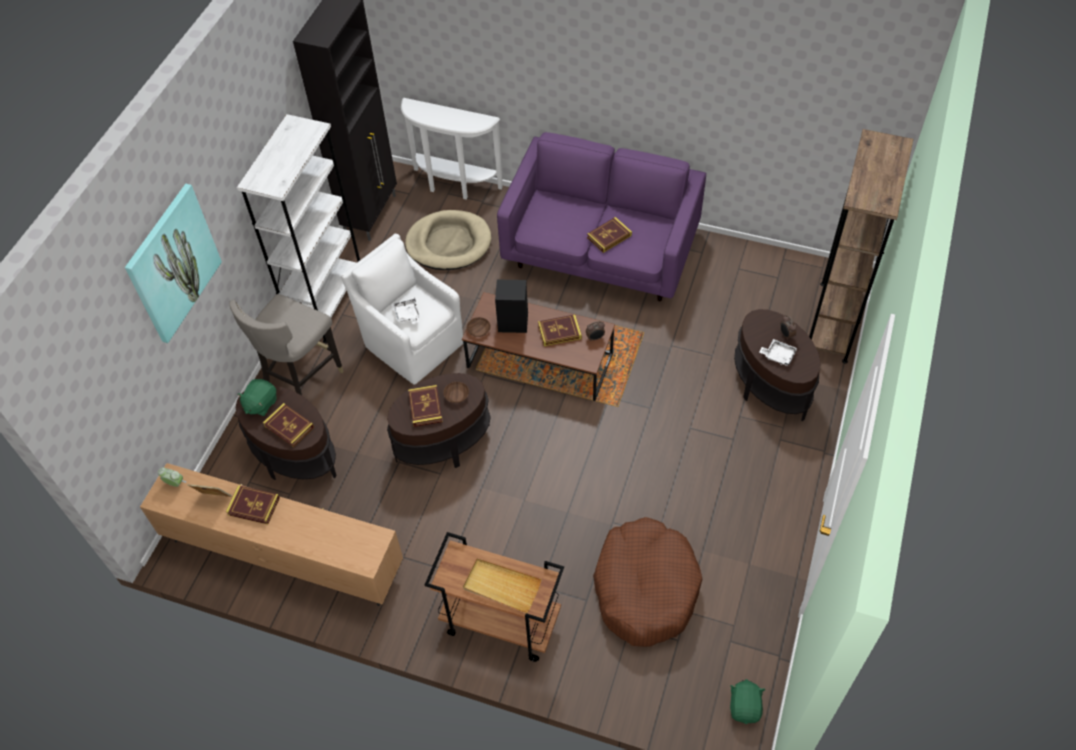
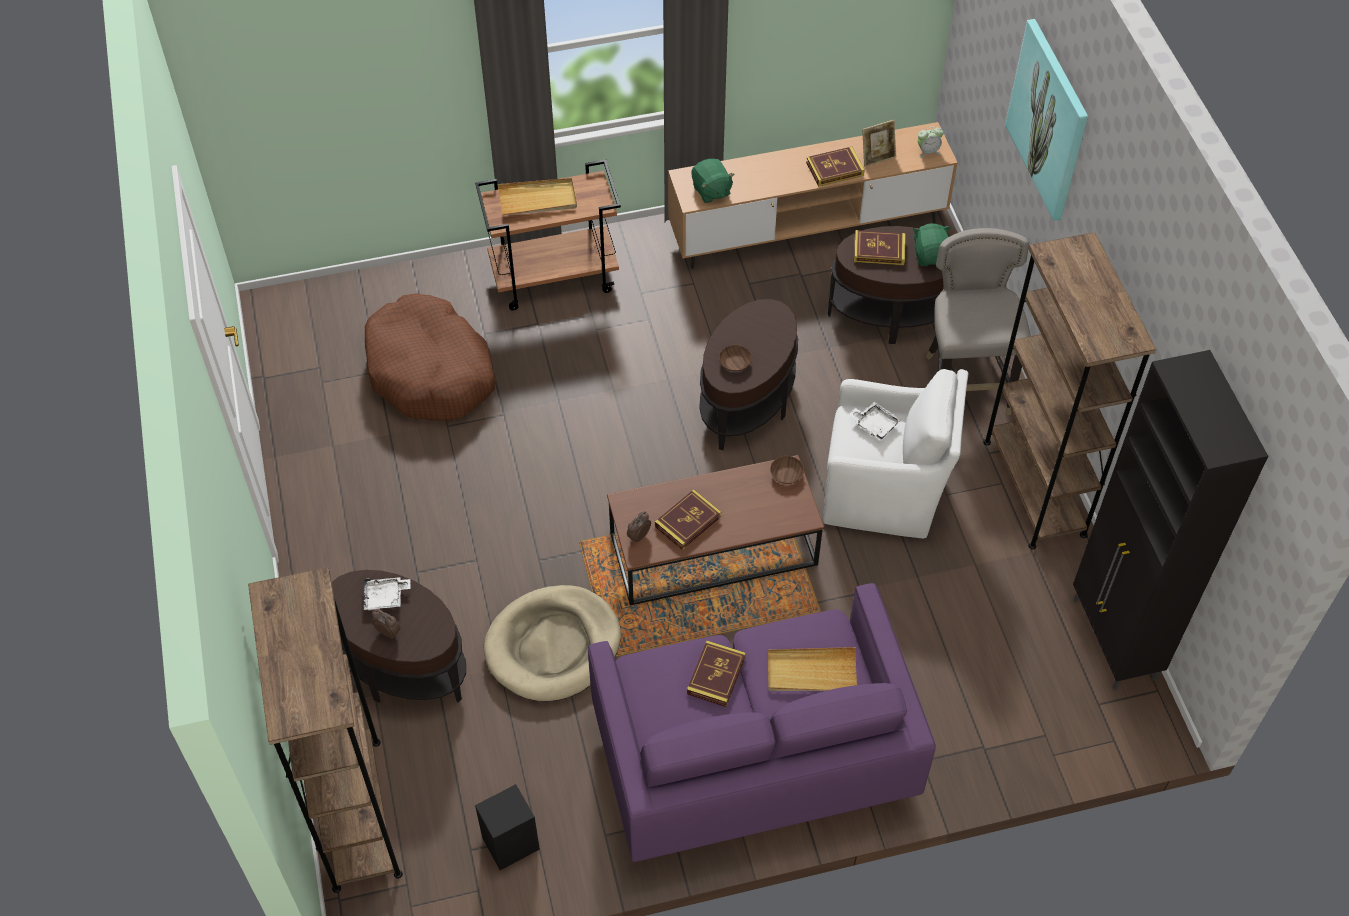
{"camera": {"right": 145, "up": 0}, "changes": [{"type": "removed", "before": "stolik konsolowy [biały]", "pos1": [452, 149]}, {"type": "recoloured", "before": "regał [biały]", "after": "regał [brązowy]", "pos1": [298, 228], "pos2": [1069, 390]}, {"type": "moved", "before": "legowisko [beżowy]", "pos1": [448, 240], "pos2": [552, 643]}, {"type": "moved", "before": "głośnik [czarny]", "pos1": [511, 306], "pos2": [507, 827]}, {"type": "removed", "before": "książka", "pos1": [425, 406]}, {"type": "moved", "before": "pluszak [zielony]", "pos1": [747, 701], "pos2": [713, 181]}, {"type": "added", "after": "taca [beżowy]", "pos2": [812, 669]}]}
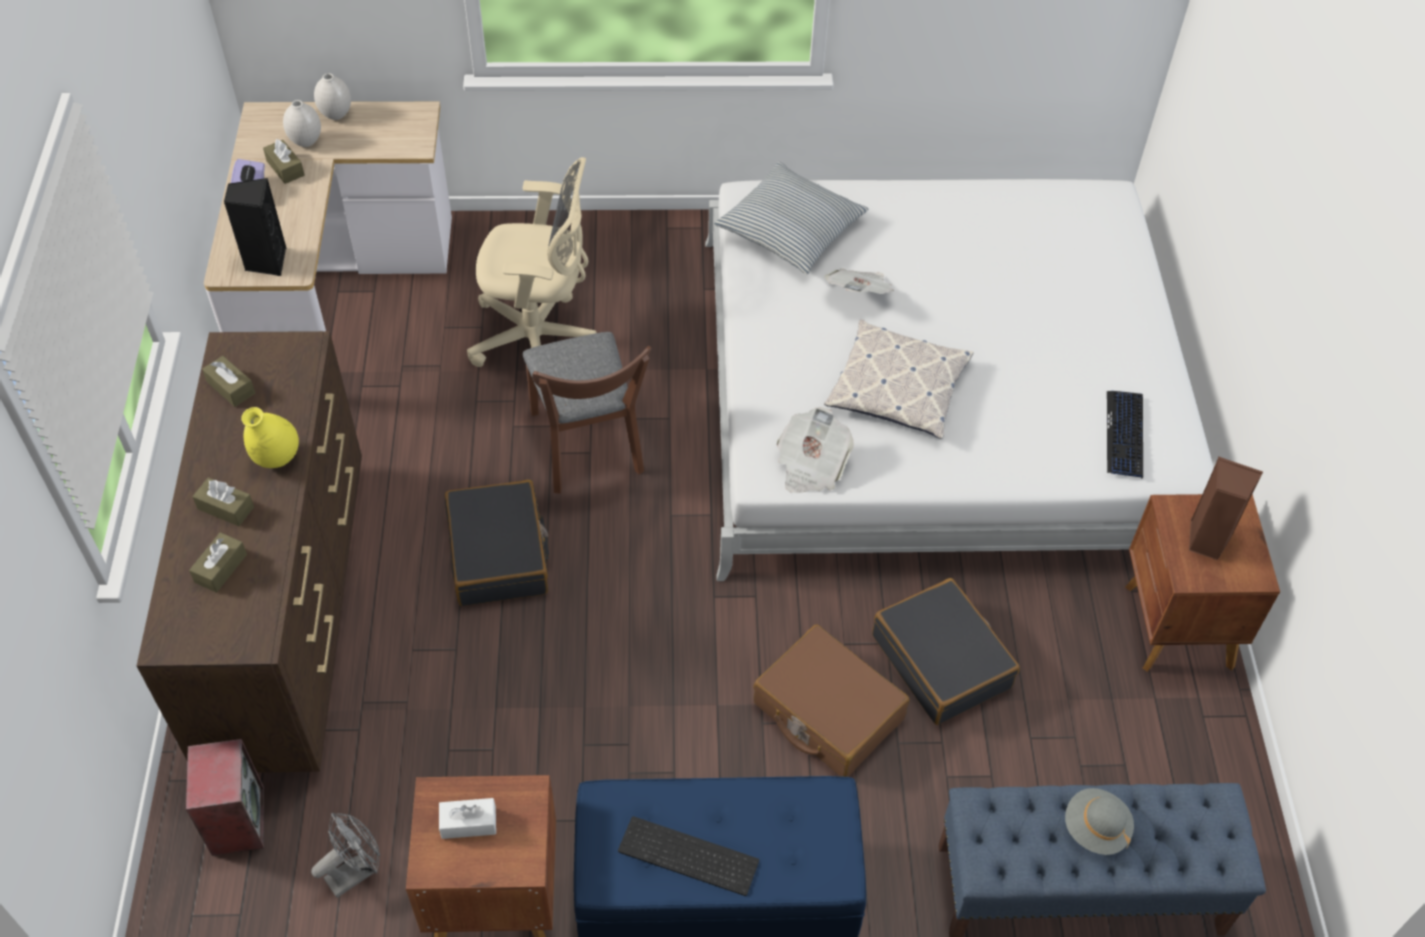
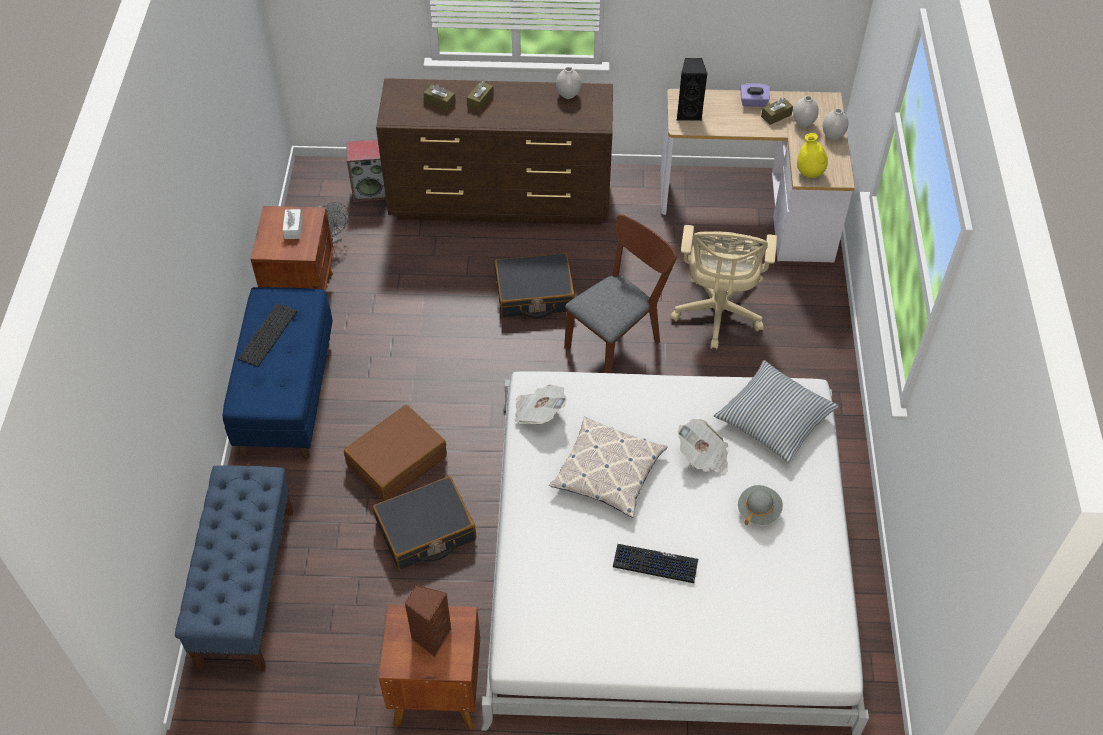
{"camera": {"right": 95, "up": 0}, "changes": [{"type": "turned", "before": "krzesło [brązowy]", "pos1": [587, 413], "pos2": [620, 293], "turn": 150}, {"type": "replaced", "before": "pudełko chusteczek [brązowy]", "after": "wazon [biały]", "pos1": [228, 381], "pos2": [568, 83]}, {"type": "moved", "before": "klawiatura", "pos1": [1125, 435], "pos2": [655, 563]}, {"type": "moved", "before": "wazon [żółty]", "pos1": [270, 437], "pos2": [812, 155]}, {"type": "moved", "before": "kapelusz [szary]", "pos1": [1099, 821], "pos2": [760, 505]}]}
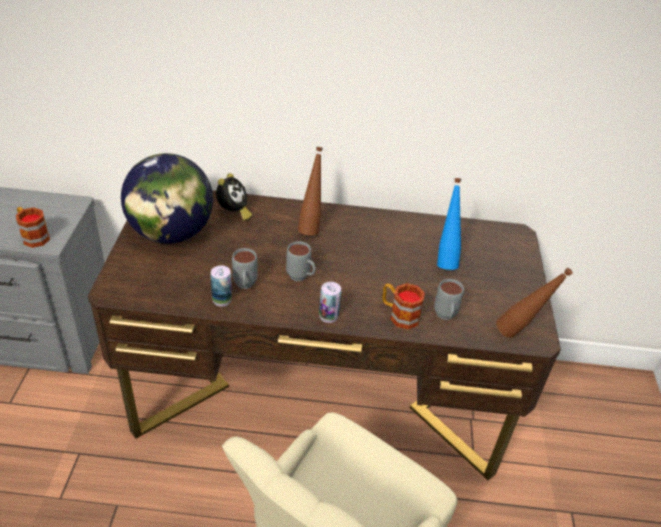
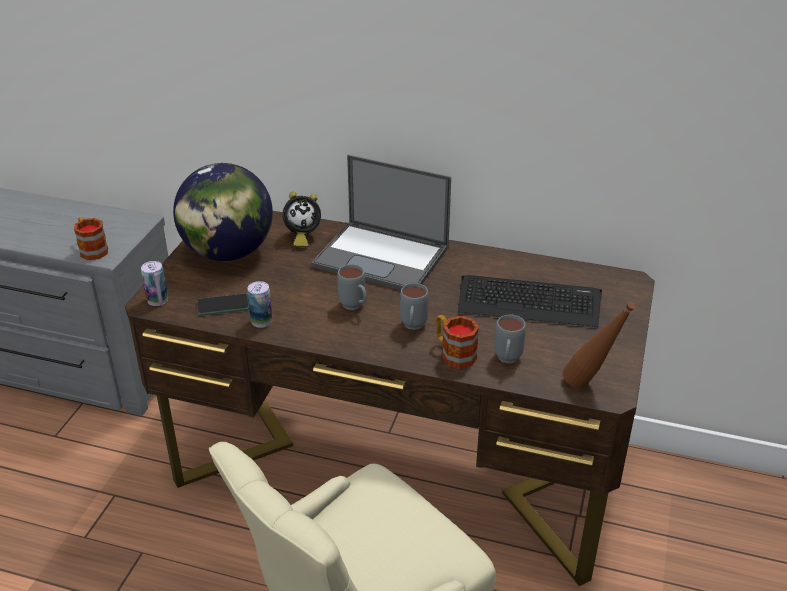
{"camera": {"right": 15, "up": -5}, "changes": [{"type": "replaced", "before": "butelka [brązowy]", "after": "laptop", "pos1": [310, 191], "pos2": [381, 222]}, {"type": "turned", "before": "budzik", "pos1": [234, 197], "pos2": [302, 219], "turn": 45}, {"type": "replaced", "before": "butelka [niebieski]", "after": "klawiatura", "pos1": [449, 224], "pos2": [530, 301]}, {"type": "moved", "before": "kubek [szary]", "pos1": [244, 268], "pos2": [414, 306]}, {"type": "moved", "before": "puszka", "pos1": [330, 302], "pos2": [154, 283]}, {"type": "added", "after": "telefon", "pos2": [223, 304]}]}
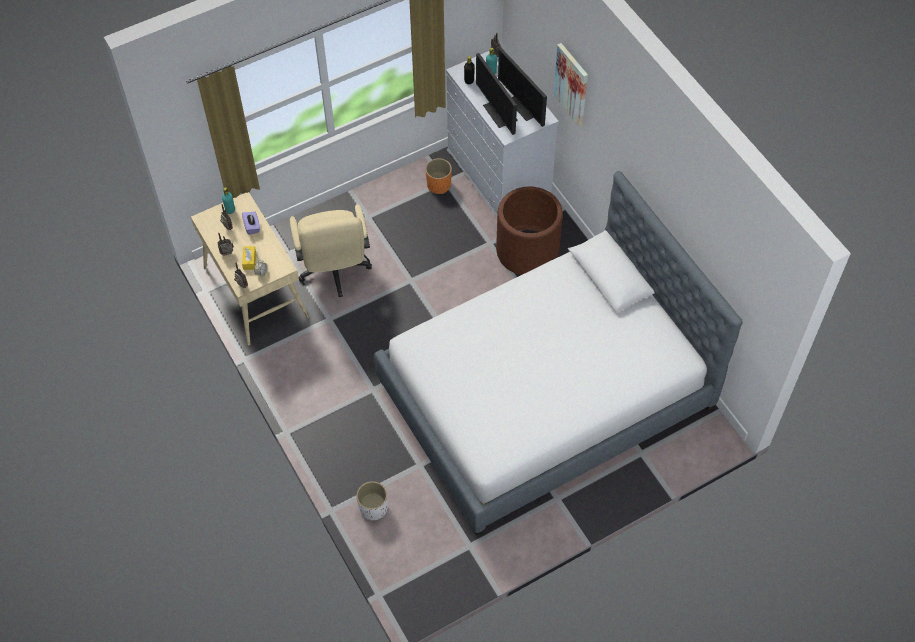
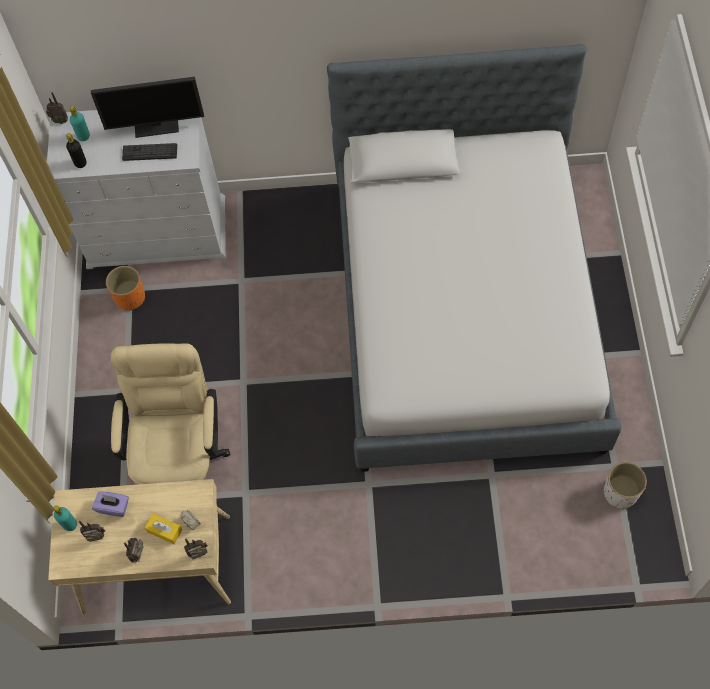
{"camera": {"right": -60, "up": 5}, "changes": [{"type": "removed", "before": "obraz", "pos1": [570, 84]}, {"type": "replaced", "before": "monitor", "after": "klawiatura", "pos1": [497, 94], "pos2": [149, 152]}, {"type": "removed", "before": "donica [brązowy]", "pos1": [529, 231]}, {"type": "turned", "before": "krzesło biurowe [beżowy]", "pos1": [331, 250], "pos2": [170, 414], "turn": -105}, {"type": "moved", "before": "donica [biały]", "pos1": [371, 500], "pos2": [625, 485]}]}
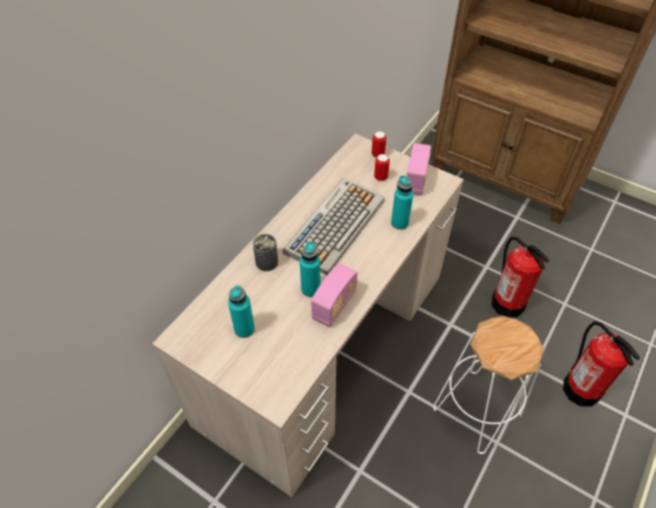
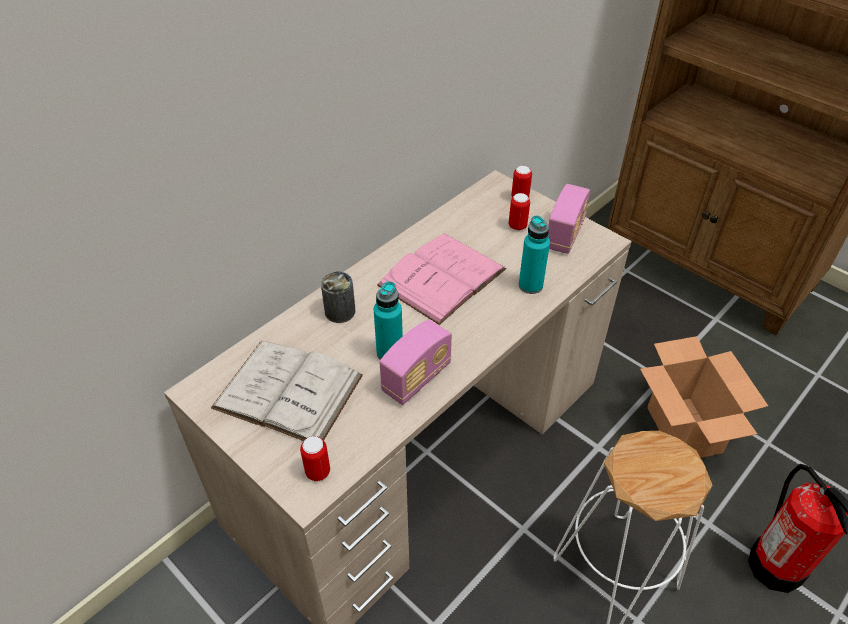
{"camera": {"right": 10, "up": -5}, "changes": [{"type": "replaced", "before": "klawiatura", "after": "książka [różowy]", "pos1": [334, 226], "pos2": [441, 279]}, {"type": "replaced", "before": "gaśnica", "after": "karton", "pos1": [520, 277], "pos2": [704, 397]}, {"type": "replaced", "before": "butelka [turkusowy]", "after": "książka [biały]", "pos1": [241, 311], "pos2": [287, 391]}, {"type": "added", "after": "puszka", "pos2": [315, 458]}]}
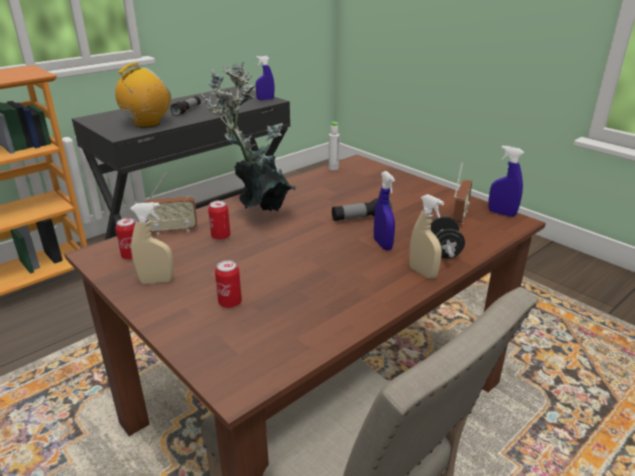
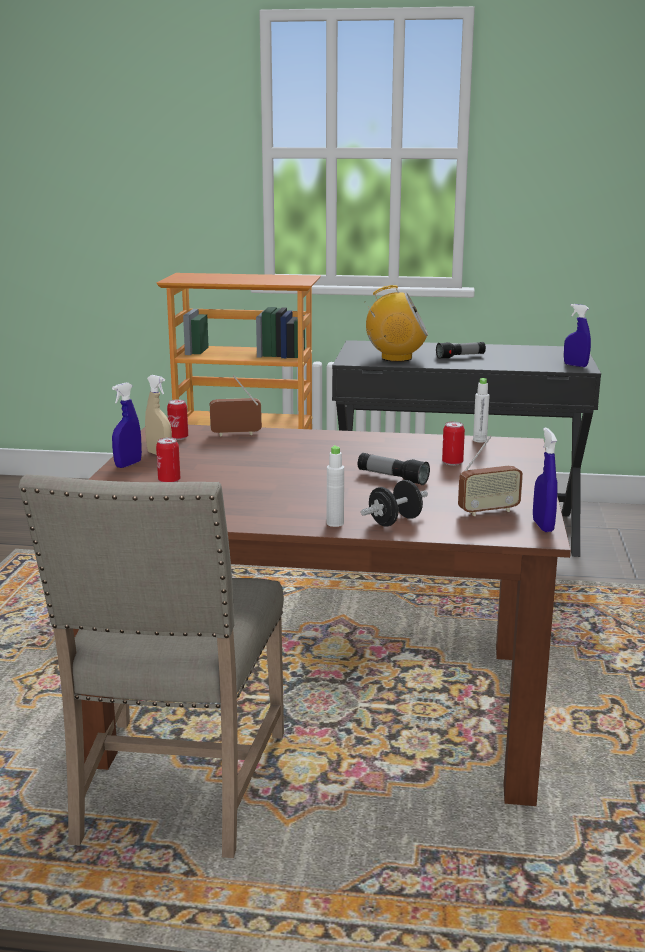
{"camera": {"right": 50, "up": -10}, "changes": [{"type": "removed", "before": "roślina doniczkowa", "pos1": [248, 136]}, {"type": "moved", "before": "spryskiwacz [niebieski]", "pos1": [384, 210], "pos2": [127, 425]}, {"type": "turned", "before": "radio", "pos1": [170, 204], "pos2": [236, 405], "turn": 135}, {"type": "replaced", "before": "spryskiwacz [beżowy]", "after": "butelka [biały]", "pos1": [426, 236], "pos2": [335, 486]}, {"type": "moved", "before": "puszka", "pos1": [219, 220], "pos2": [453, 444]}]}
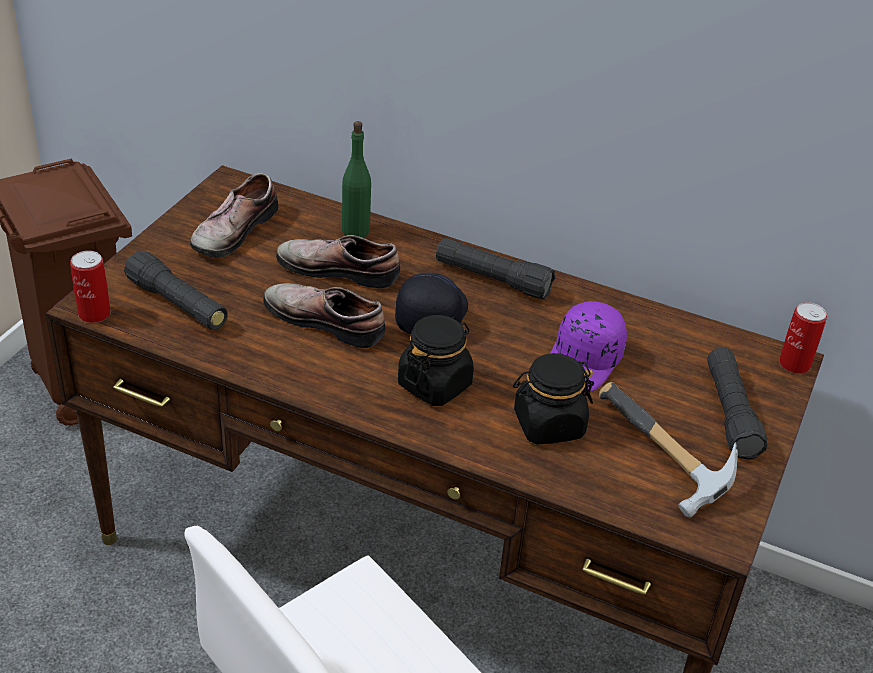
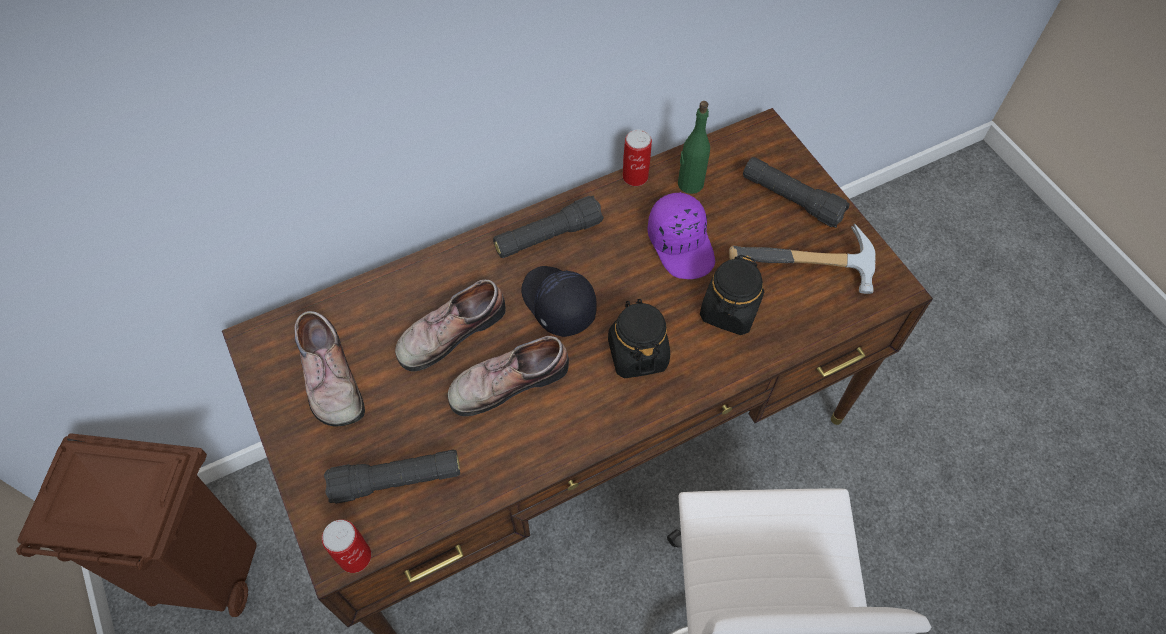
{"camera": {"right": -50, "up": 20}, "changes": [{"type": "moved", "before": "butelka [zielony]", "pos1": [356, 179], "pos2": [694, 147]}, {"type": "moved", "before": "puszka", "pos1": [803, 338], "pos2": [637, 158]}]}
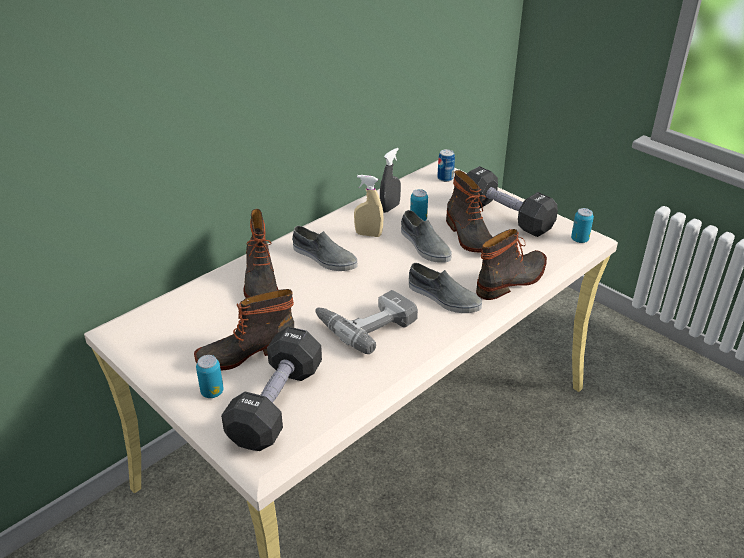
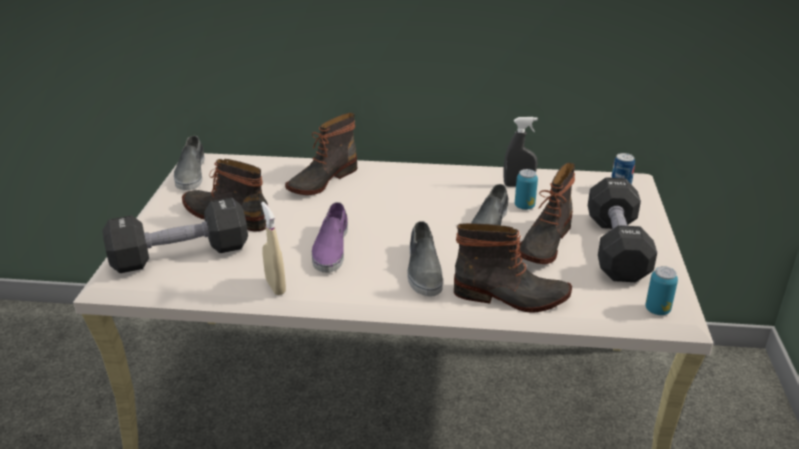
{"camera": {"right": 50, "up": -5}, "changes": [{"type": "moved", "before": "spryskiwacz [beżowy]", "pos1": [368, 206], "pos2": [273, 248]}, {"type": "moved", "before": "but [szary]", "pos1": [324, 248], "pos2": [189, 163]}, {"type": "replaced", "before": "wiertarka", "after": "but [fioletowy]", "pos1": [366, 322], "pos2": [330, 237]}, {"type": "removed", "before": "puszka", "pos1": [210, 376]}]}
